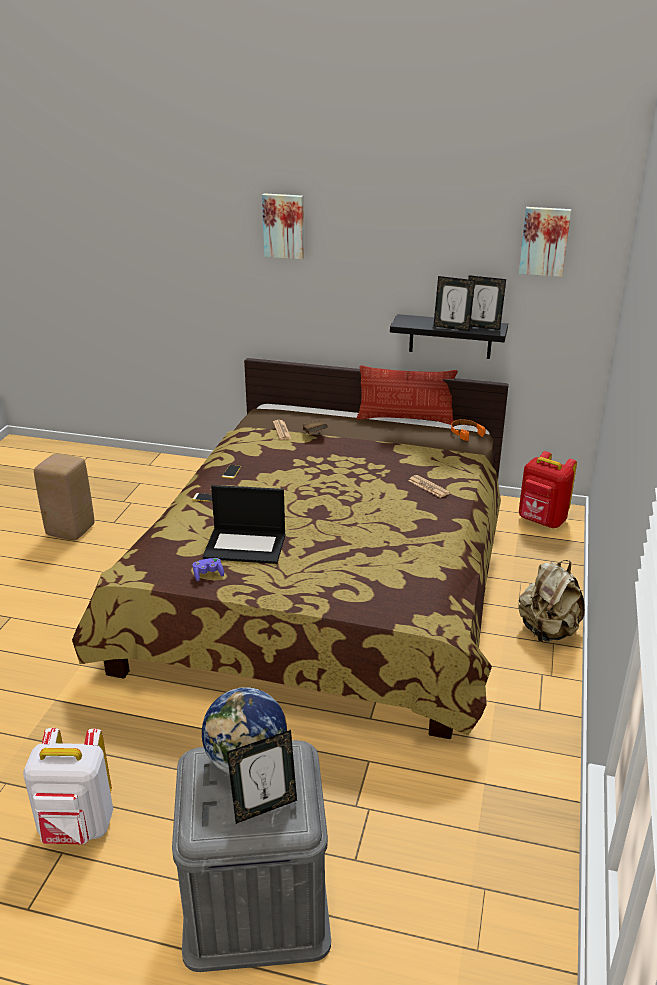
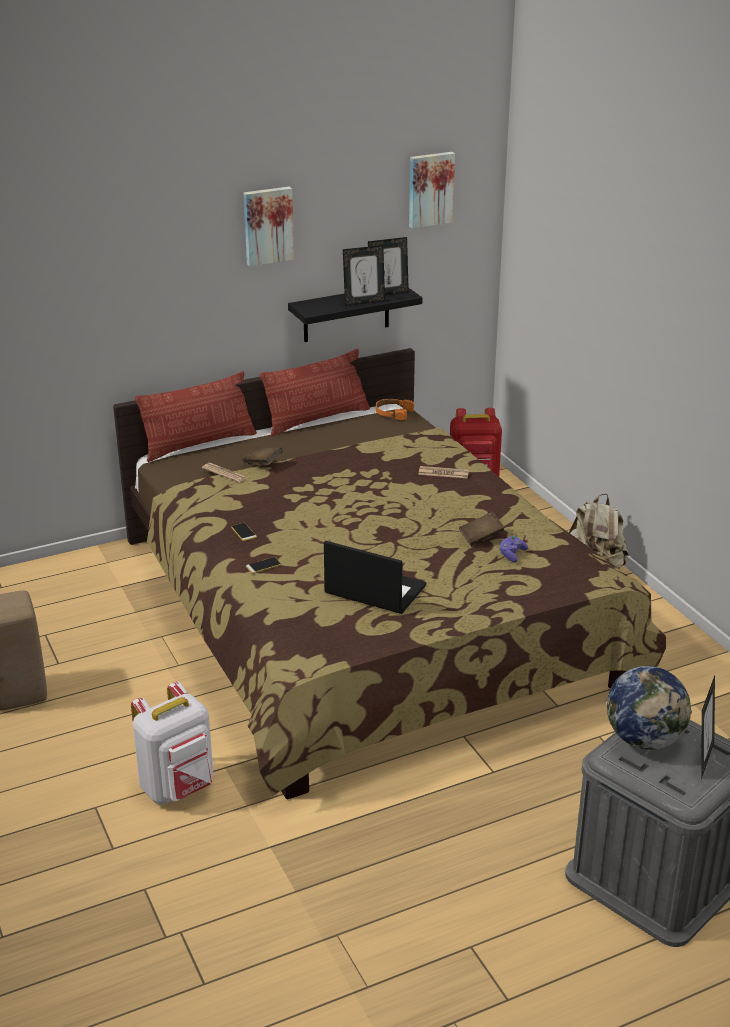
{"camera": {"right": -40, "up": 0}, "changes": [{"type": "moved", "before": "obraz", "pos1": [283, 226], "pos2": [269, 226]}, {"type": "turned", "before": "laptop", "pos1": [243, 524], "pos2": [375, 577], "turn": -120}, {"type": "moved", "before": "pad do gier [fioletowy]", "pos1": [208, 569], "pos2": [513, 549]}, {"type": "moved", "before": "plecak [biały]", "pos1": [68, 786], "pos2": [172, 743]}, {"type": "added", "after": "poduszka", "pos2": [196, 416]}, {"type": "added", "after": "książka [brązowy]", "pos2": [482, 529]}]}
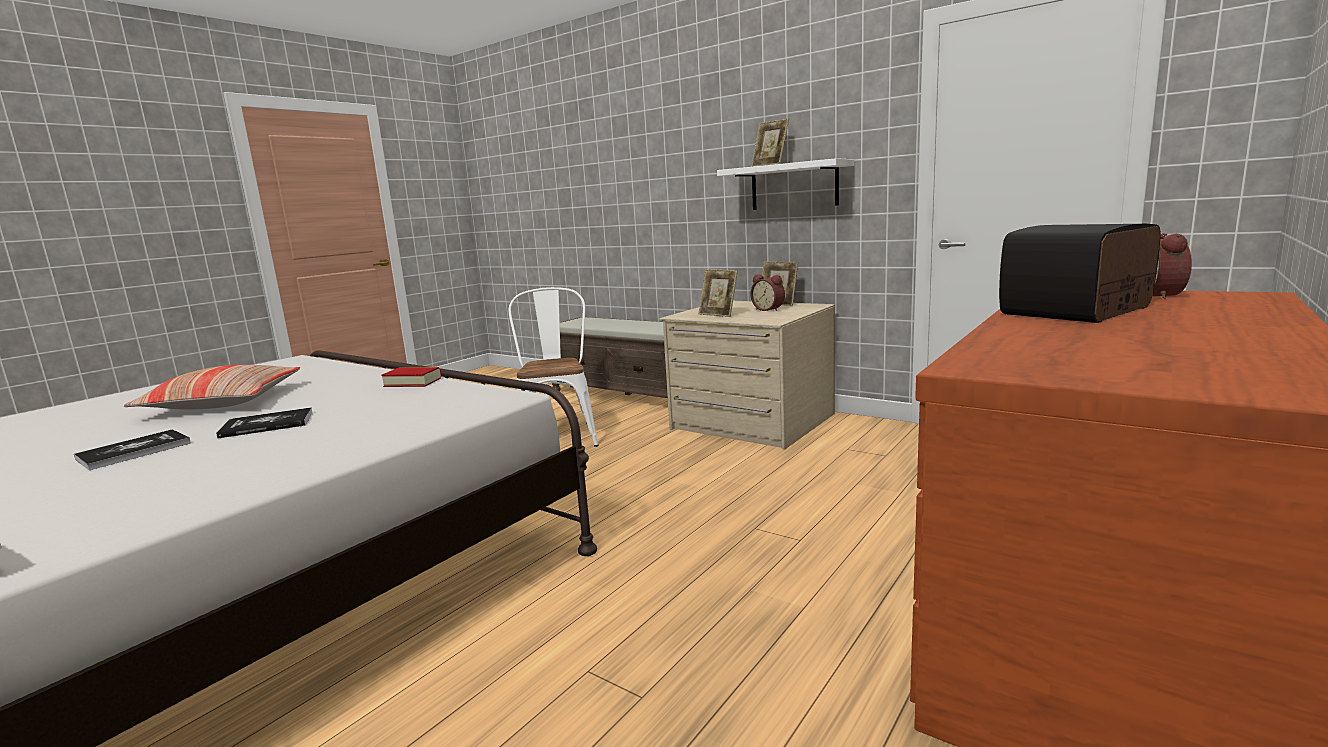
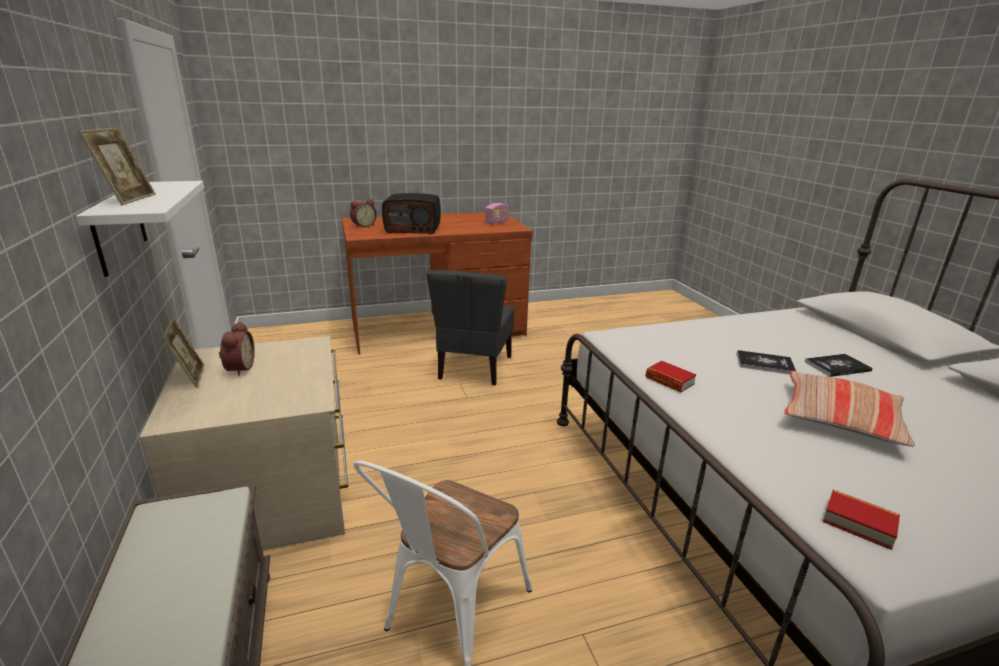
{"camera": {"right": -145, "up": 10}, "changes": [{"type": "removed", "before": "ramka na zdjęcie", "pos1": [718, 293]}, {"type": "added", "after": "radio", "pos2": [497, 213]}, {"type": "added", "after": "krzesło [szary]", "pos2": [470, 328]}, {"type": "added", "after": "książka", "pos2": [861, 520]}]}
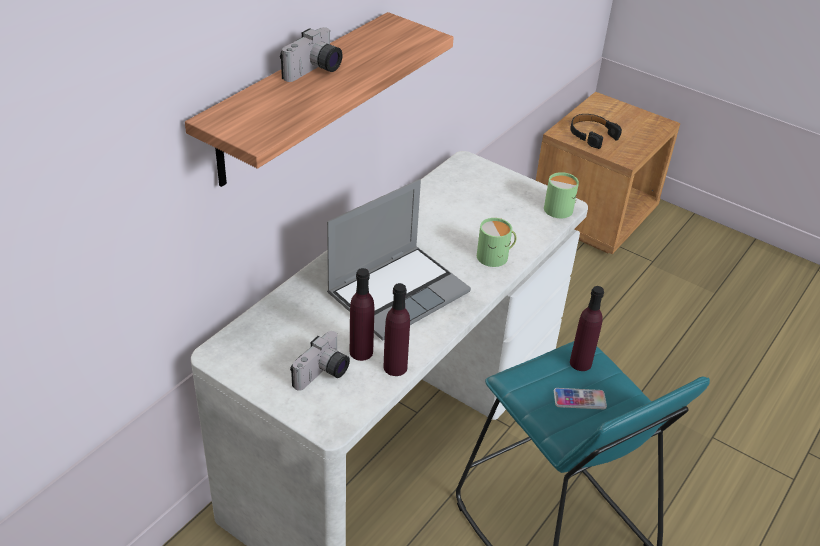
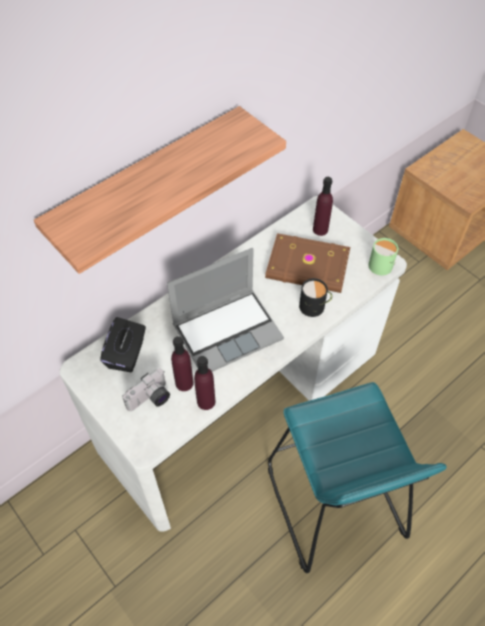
{"camera": {"right": 15, "up": 15}, "changes": [{"type": "removed", "before": "aparat fotograficzny", "pos1": [311, 54]}, {"type": "removed", "before": "słuchawki [czarny]", "pos1": [596, 131]}, {"type": "recoloured", "before": "kubek [zielony]", "after": "kubek [czarny]", "pos1": [497, 242], "pos2": [315, 297]}, {"type": "moved", "before": "butelka [fioletowy]", "pos1": [587, 328], "pos2": [323, 206]}, {"type": "removed", "before": "telefon", "pos1": [580, 398]}, {"type": "added", "after": "książka [brązowy]", "pos2": [307, 263]}, {"type": "added", "after": "pudełko chusteczek [czarny]", "pos2": [123, 344]}]}
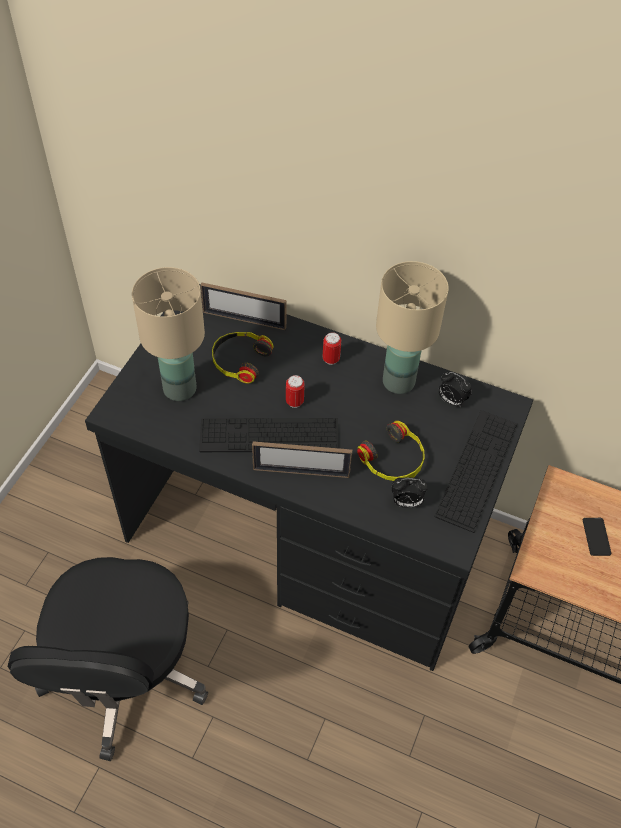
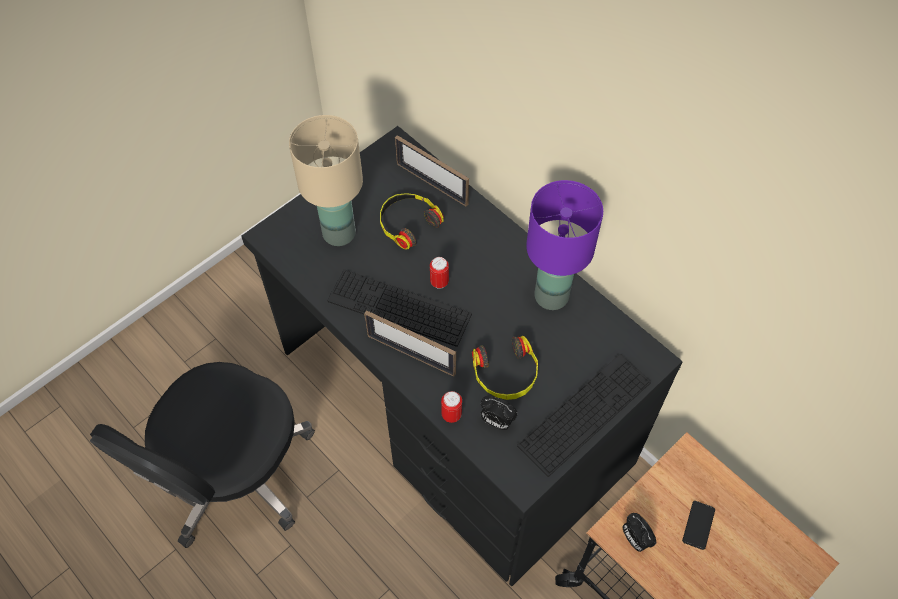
{"camera": {"right": 25, "up": 5}, "changes": [{"type": "recoloured", "before": "lampa stołowa [beżowy]", "after": "lampa stołowa [fioletowy]", "pos1": [412, 327], "pos2": [564, 245]}, {"type": "moved", "before": "puszka", "pos1": [331, 348], "pos2": [451, 407]}, {"type": "moved", "before": "budzik", "pos1": [455, 389], "pos2": [639, 532]}]}
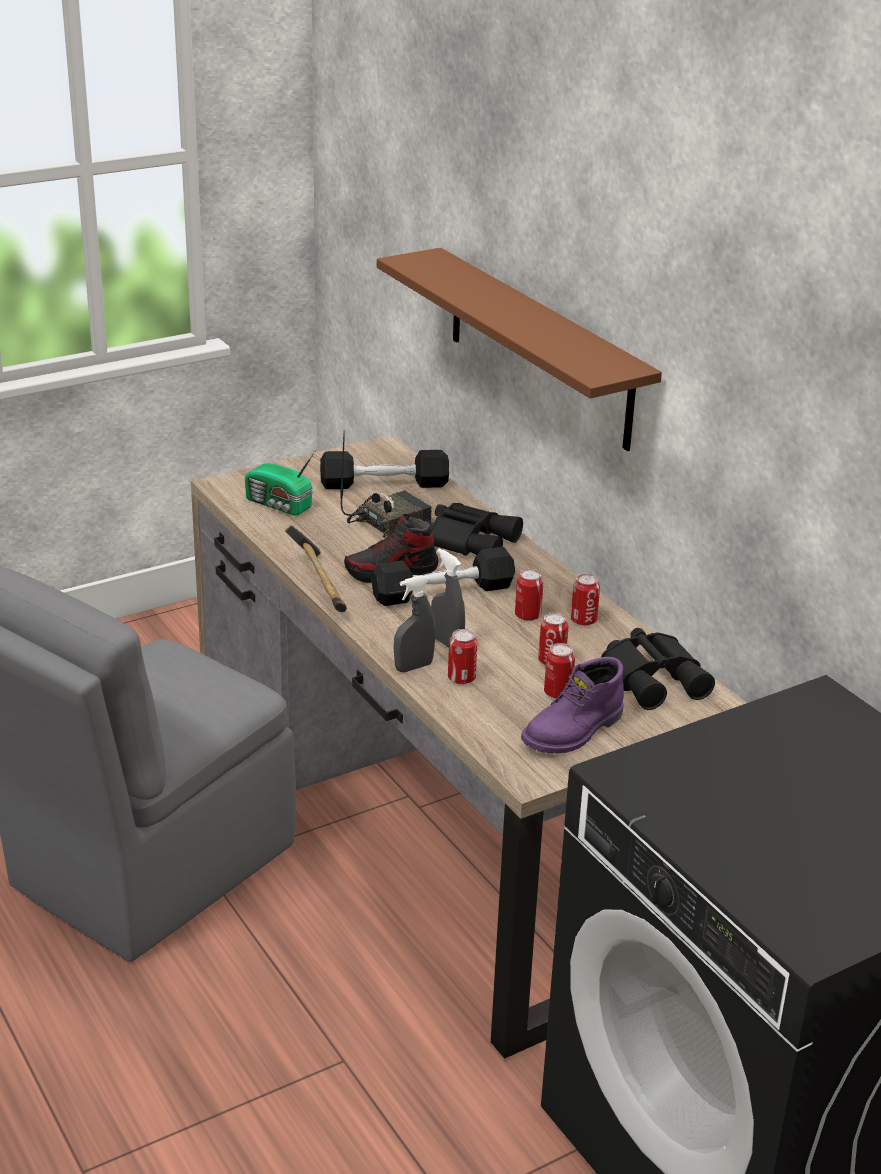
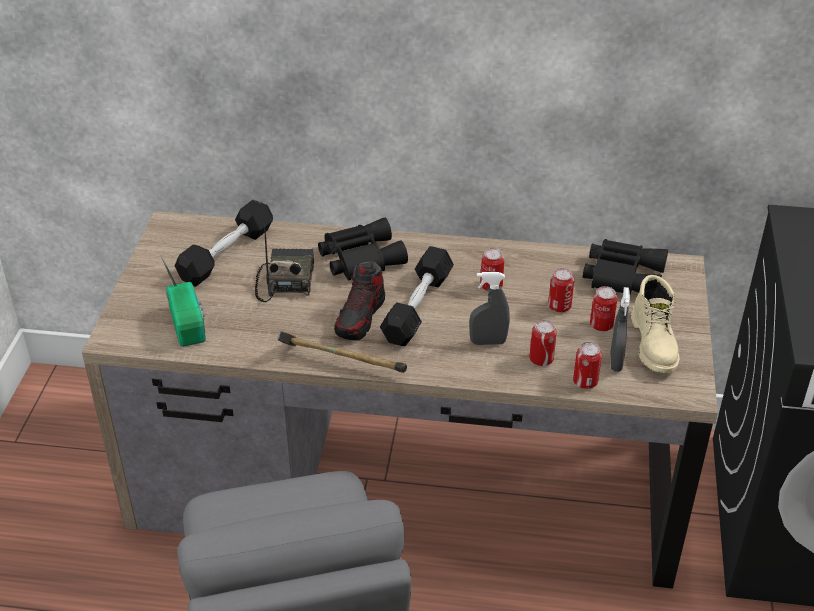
{"camera": {"right": -50, "up": 10}, "changes": [{"type": "removed", "before": "półka [brązowy]", "pos1": [519, 349]}, {"type": "turned", "before": "radio", "pos1": [280, 483], "pos2": [183, 300], "turn": -90}, {"type": "moved", "before": "puszka", "pos1": [585, 600], "pos2": [587, 365]}, {"type": "moved", "before": "spryskiwacz [szary]", "pos1": [414, 623], "pos2": [620, 329]}, {"type": "recoloured", "before": "but z cholewką [fioletowy]", "after": "but z cholewką [beżowy]", "pos1": [572, 705], "pos2": [655, 324]}]}
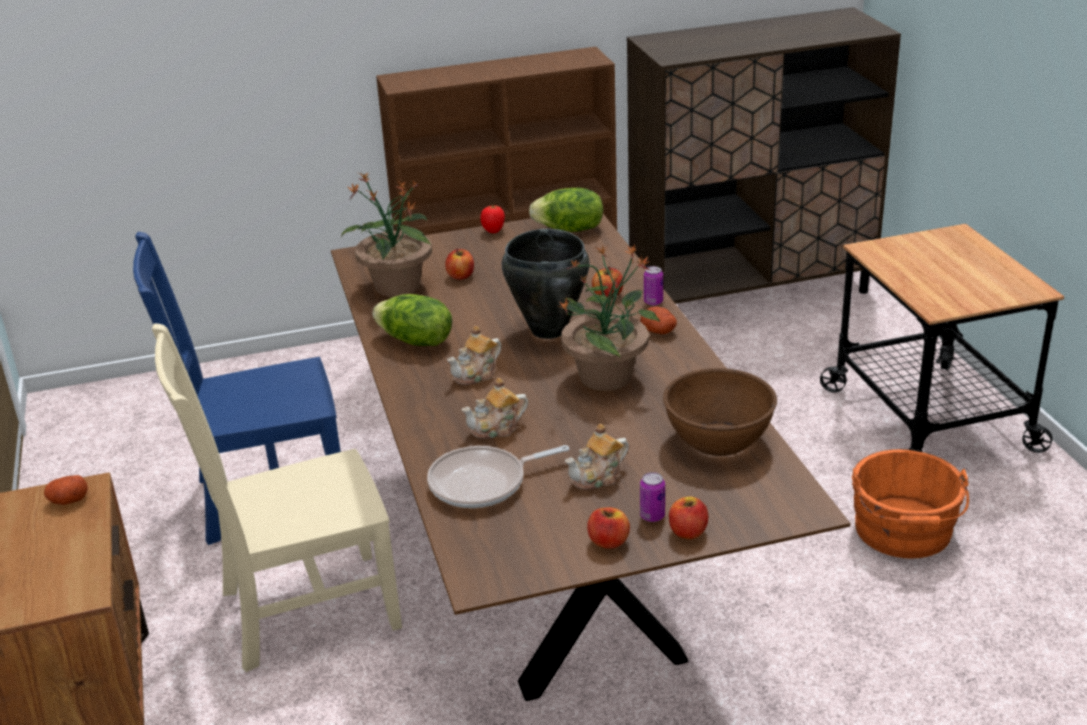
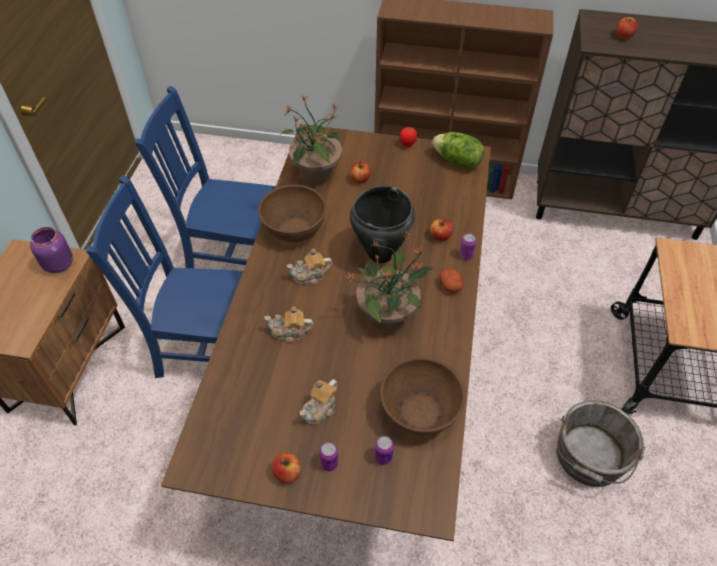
{"camera": {"right": 25, "up": 20}, "changes": [{"type": "replaced", "before": "sałata", "after": "miska [brązowy]", "pos1": [412, 320], "pos2": [292, 213]}, {"type": "recoloured", "before": "krzesło [beżowy]", "after": "krzesło [niebieski]", "pos1": [277, 497], "pos2": [164, 276]}, {"type": "turned", "before": "imbryk", "pos1": [597, 457], "pos2": [319, 402], "turn": -45}, {"type": "removed", "before": "patelnia", "pos1": [498, 476]}, {"type": "recoloured", "before": "wiadro [pomarańczowy]", "after": "wiadro [szary]", "pos1": [910, 504], "pos2": [601, 444]}, {"type": "replaced", "before": "ziemniak", "after": "słoik [fioletowy]", "pos1": [66, 490], "pos2": [51, 250]}, {"type": "moved", "before": "jabłko", "pos1": [688, 517], "pos2": [627, 28]}, {"type": "added", "after": "puszka", "pos2": [384, 450]}]}
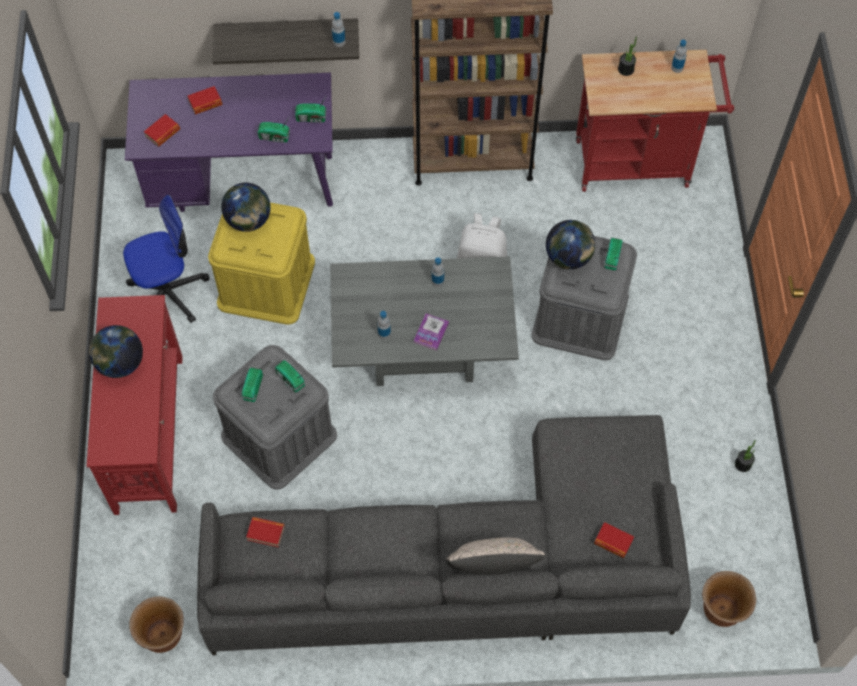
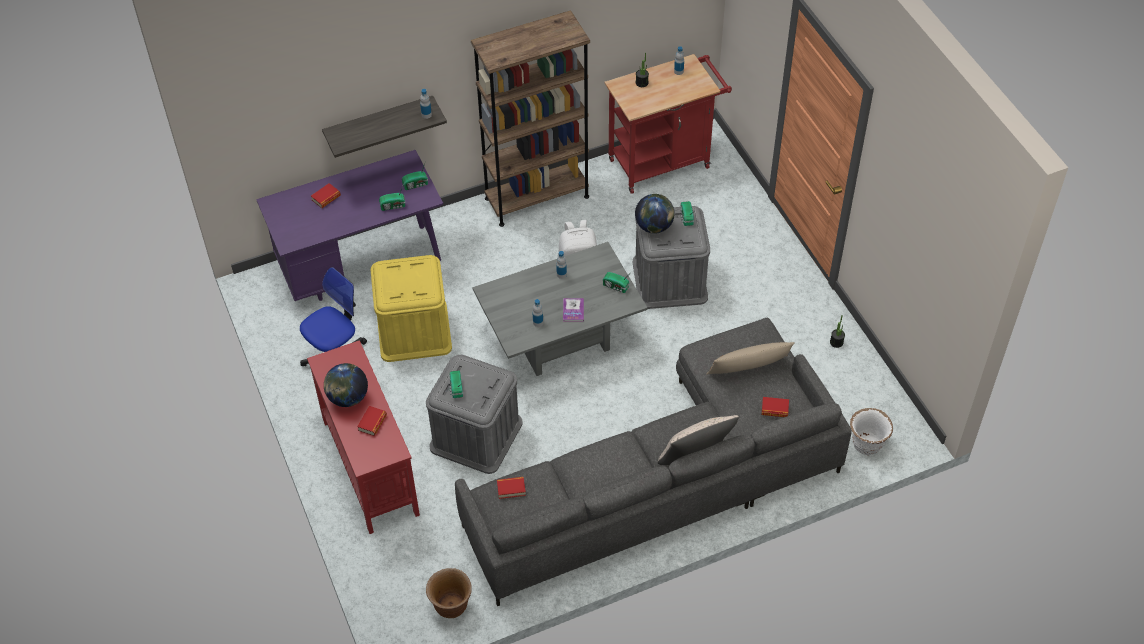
{"camera": {"right": -20, "up": -10}, "changes": [{"type": "moved", "before": "książka", "pos1": [162, 130], "pos2": [372, 421]}, {"type": "removed", "before": "globus", "pos1": [246, 207]}, {"type": "moved", "before": "radio", "pos1": [290, 376], "pos2": [617, 282]}, {"type": "recoloured", "before": "donica [brązowy]", "after": "donica [biały]", "pos1": [729, 599], "pos2": [871, 431]}, {"type": "added", "after": "poduszka [beżowy]", "pos2": [750, 358]}]}
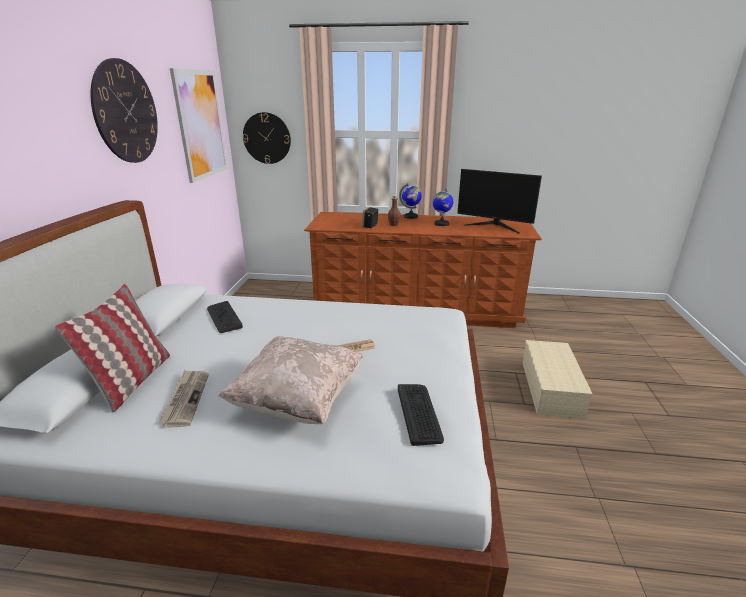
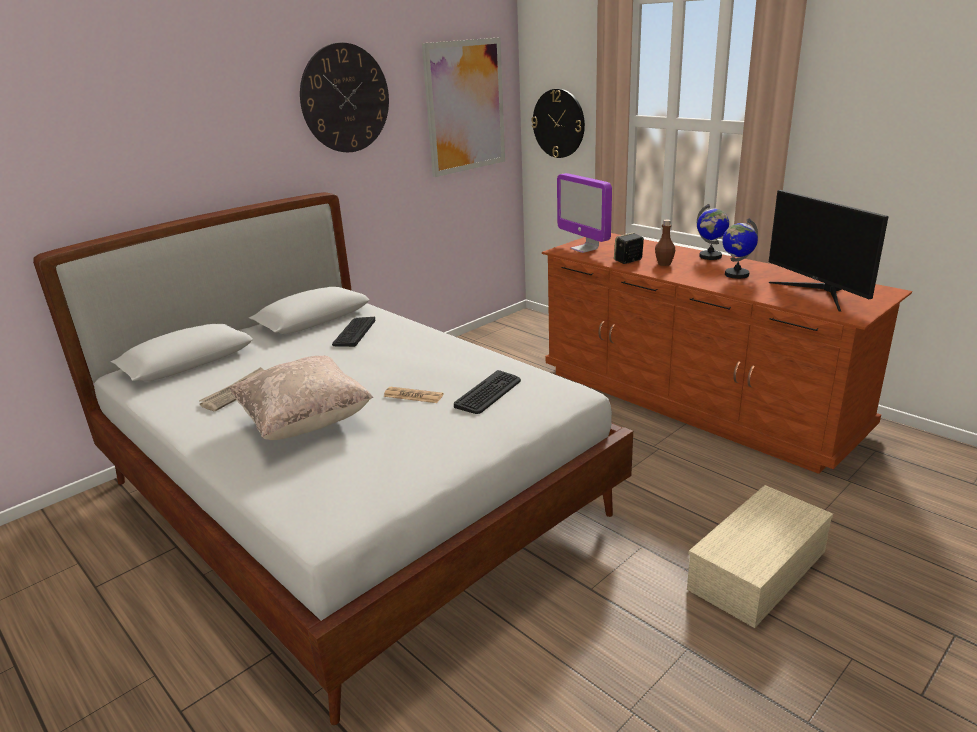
{"camera": {"right": 40, "up": 0}, "changes": [{"type": "removed", "before": "poduszka", "pos1": [112, 348]}, {"type": "moved", "before": "klawiatura", "pos1": [421, 415], "pos2": [487, 392]}, {"type": "added", "after": "monitor", "pos2": [584, 213]}]}
